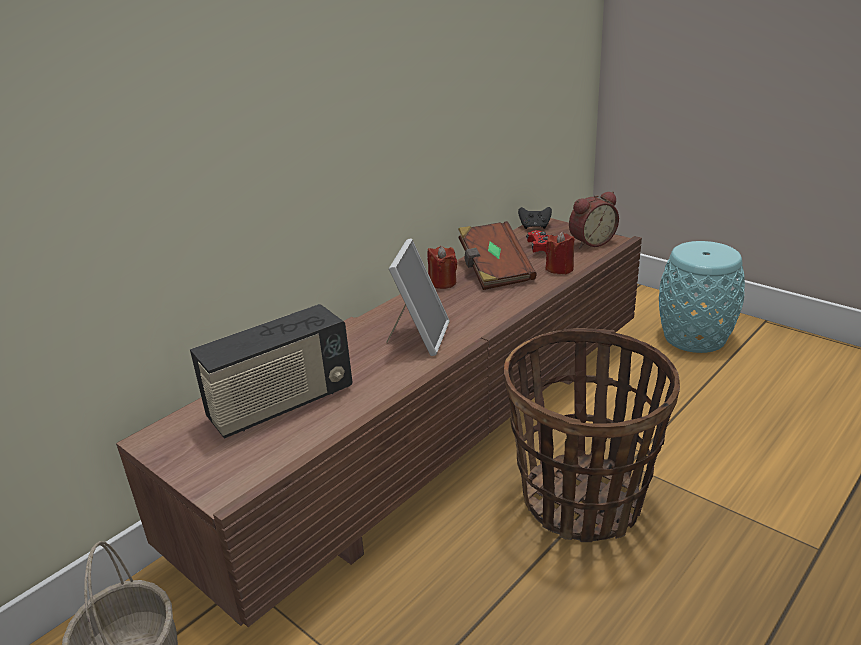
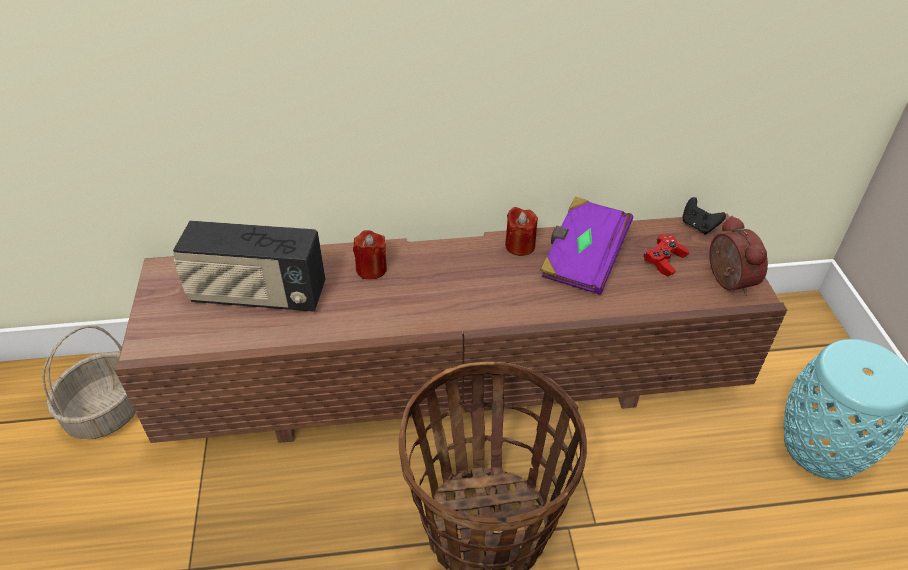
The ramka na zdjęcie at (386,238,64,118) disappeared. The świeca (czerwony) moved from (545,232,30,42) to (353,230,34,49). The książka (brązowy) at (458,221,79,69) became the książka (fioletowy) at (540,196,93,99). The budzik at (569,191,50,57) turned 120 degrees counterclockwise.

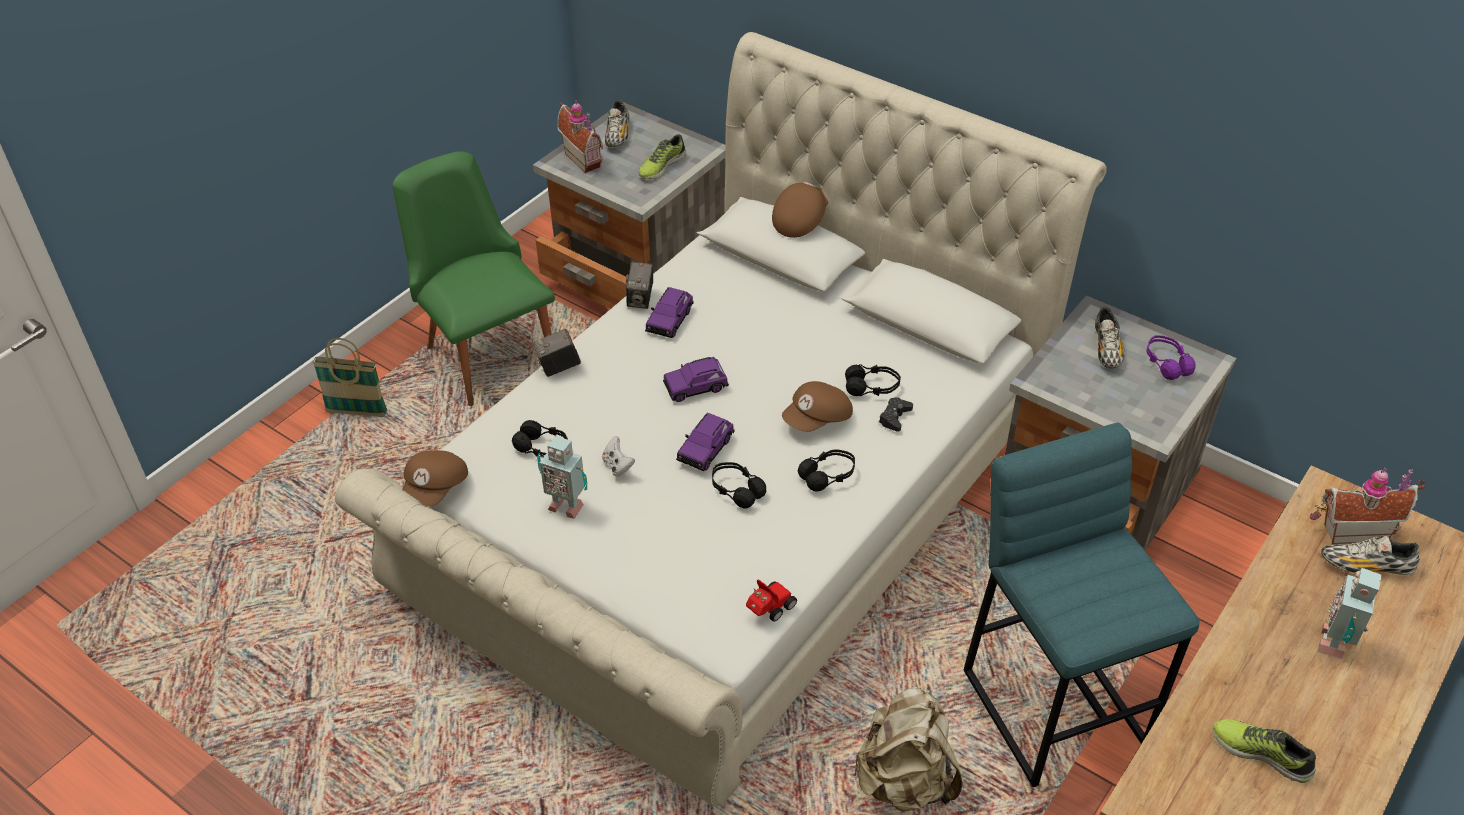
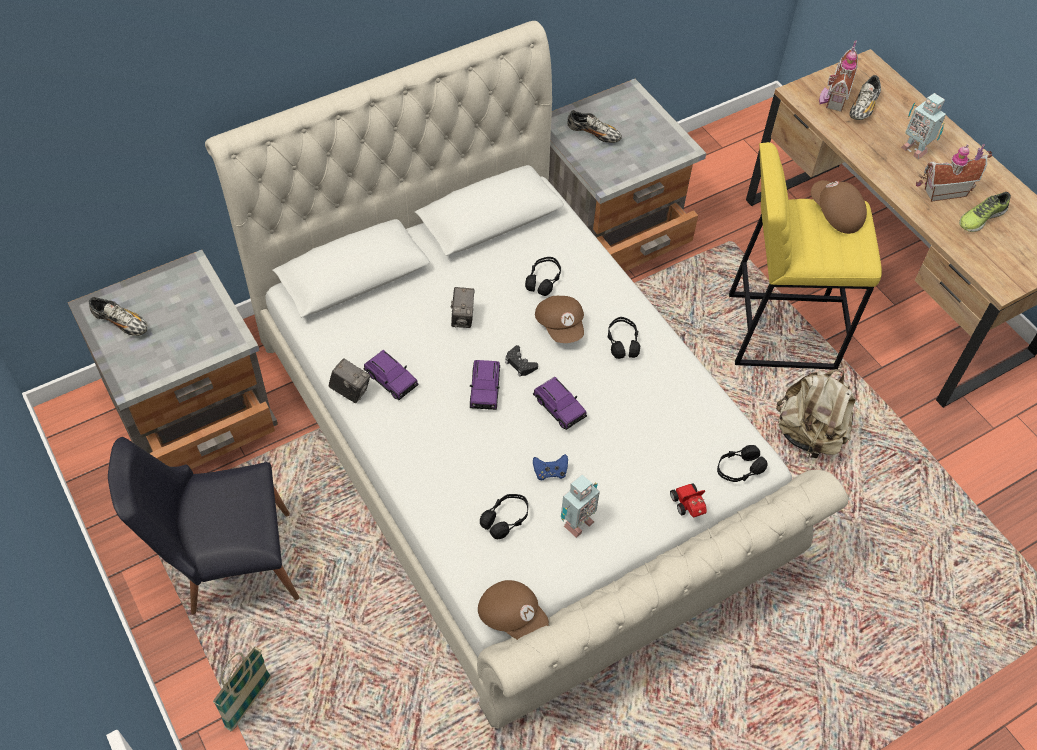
The but at (638,134,48,45) disappeared. The słuchawki (fioletowy) at (1146,335,50,45) disappeared. The aparat fotograficzny moved from (533,329,48,48) to (451,287,24,41). The domek moved from (557,100,46,73) to (916,144,76,58). The słuchawki (czarny) moved from (712,462,54,46) to (717,445,51,37). The samochodzik moved from (746,580,51,41) to (670,483,37,35). The czapka z daszkiem (brązowy) moved from (772,182,57,56) to (811,180,56,54). The pad do gier (czarny) moved from (879,397,34,35) to (505,345,33,32). The krzesło (zielony) at (392,151,163,255) became the krzesło (czarny) at (108,437,191,177). The pad do gier (biały) at (602,436,33,41) became the pad do gier (niebieski) at (533,454,35,26). The stołek (turkusowy) at (964,423,236,364) became the stołek (żółty) at (729,142,153,228).

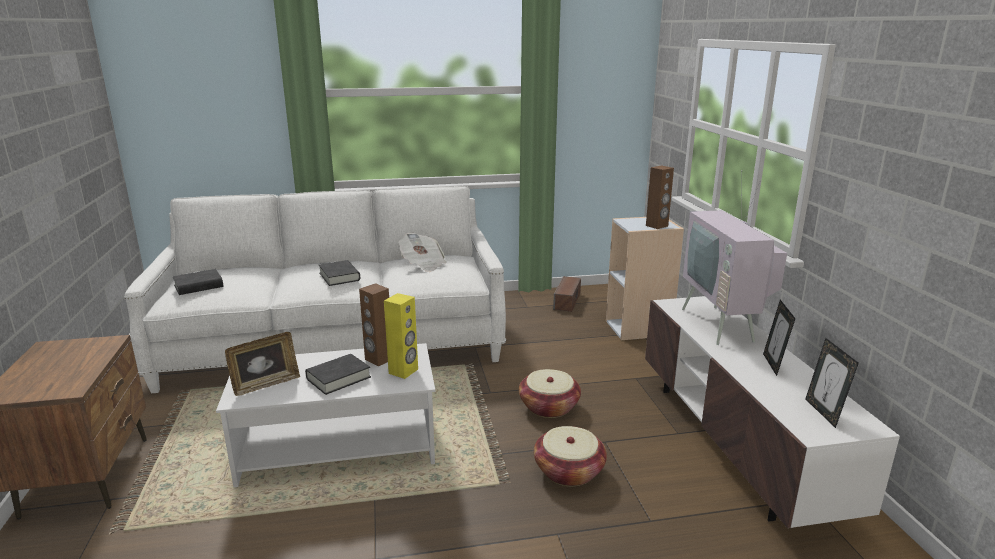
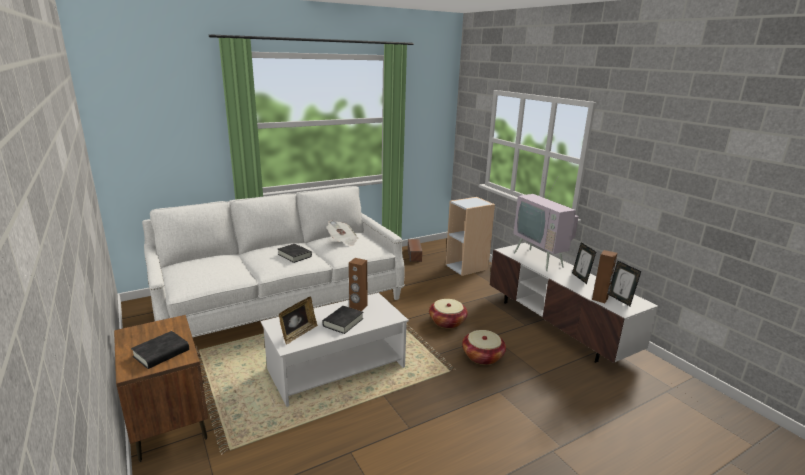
The głośnik (żółty) at (384,293,34,86) disappeared. The książka (czarny) moved from (173,269,50,26) to (131,331,58,38). The głośnik (brązowy) moved from (646,165,28,64) to (592,250,25,53).

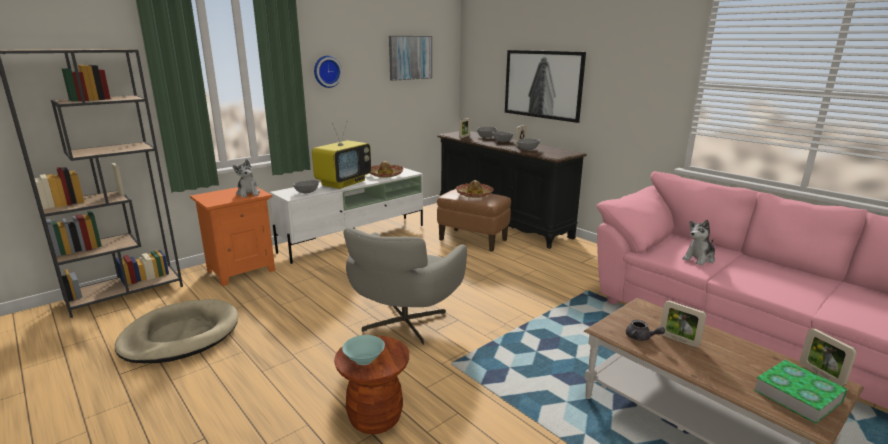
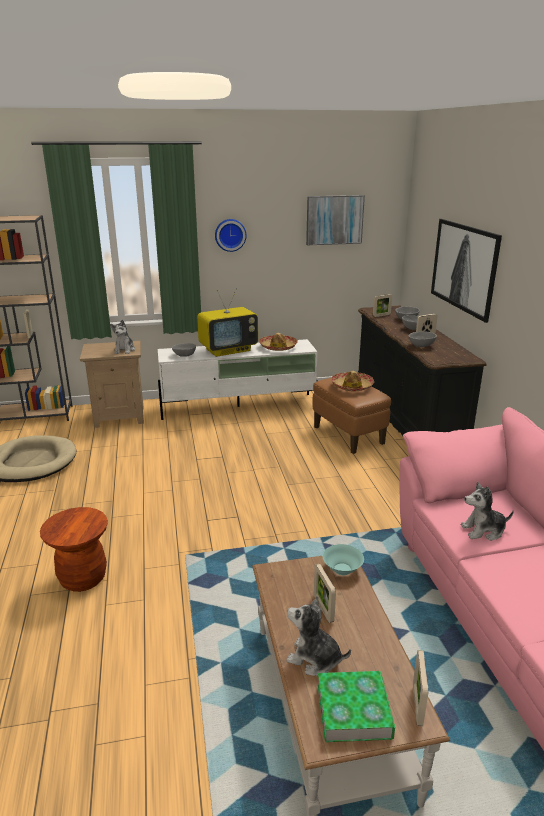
The fotel (szary) at (344,228,123,117) disappeared. The imbryk (szary) at (626,320,39,21) disappeared. The pluszak at (286,596,65,80) appeared. The miska (turkusowy) moved from (342,335,43,30) to (323,544,41,31). The szafka nocna (pomarańczowy) at (190,187,85,99) became the szafka nocna (beżowy) at (80,341,64,87).

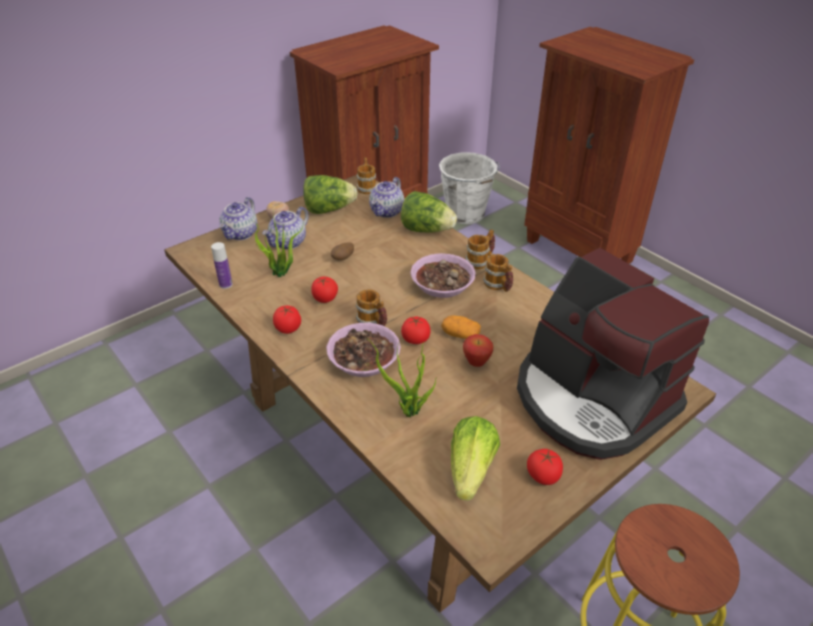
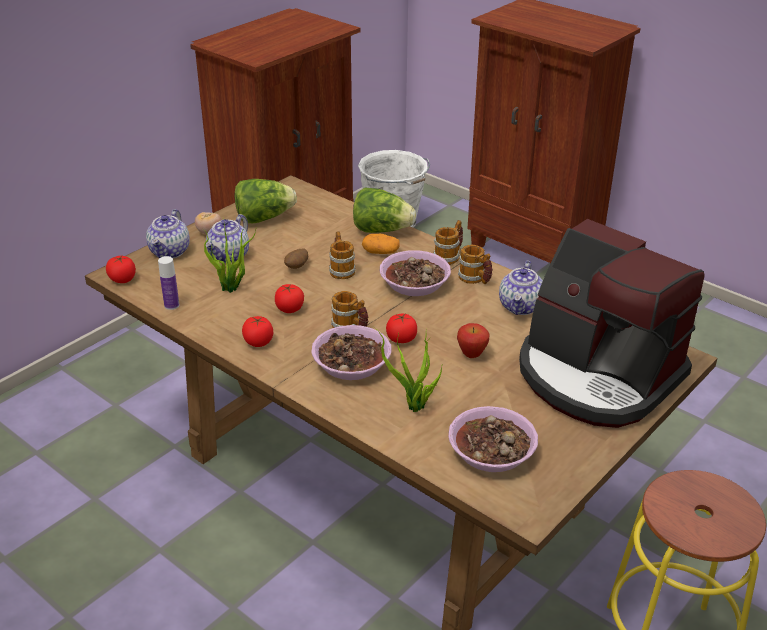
The kubek moved from (357,157,20,37) to (329,231,27,48). The imbryk moved from (369,177,35,41) to (499,261,44,54). The ziemniak moved from (441,315,40,24) to (362,234,38,20). The pomidor moved from (527,449,36,36) to (106,255,30,28). The sałata at (451,416,49,85) was replaced by the miska at (448,406,90,66).

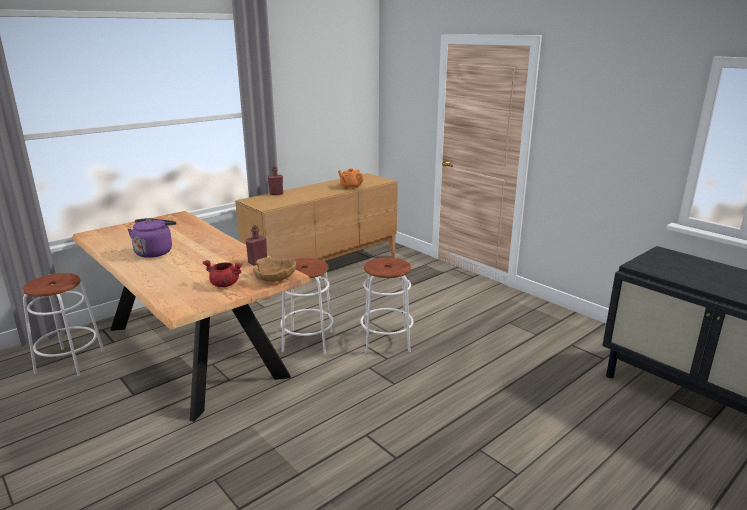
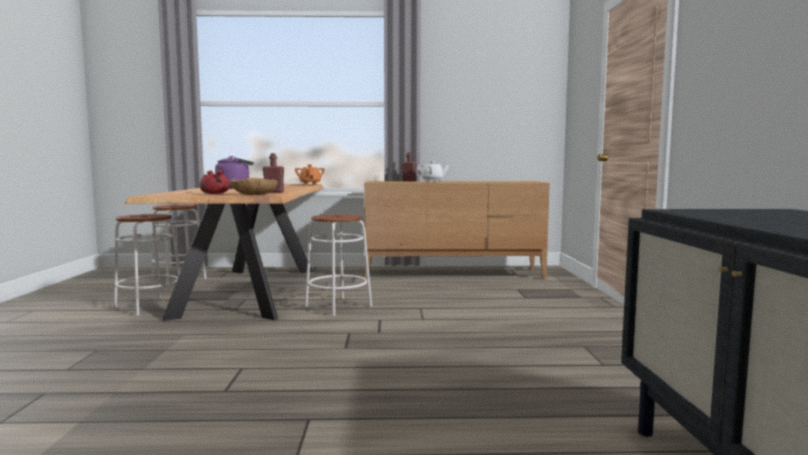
The imbryk (biały) at (416,161,33,21) appeared. The imbryk (pomarańczowy) moved from (338,168,26,22) to (295,164,30,21). The stołek (biały) moved from (360,257,54,96) to (114,214,66,102).

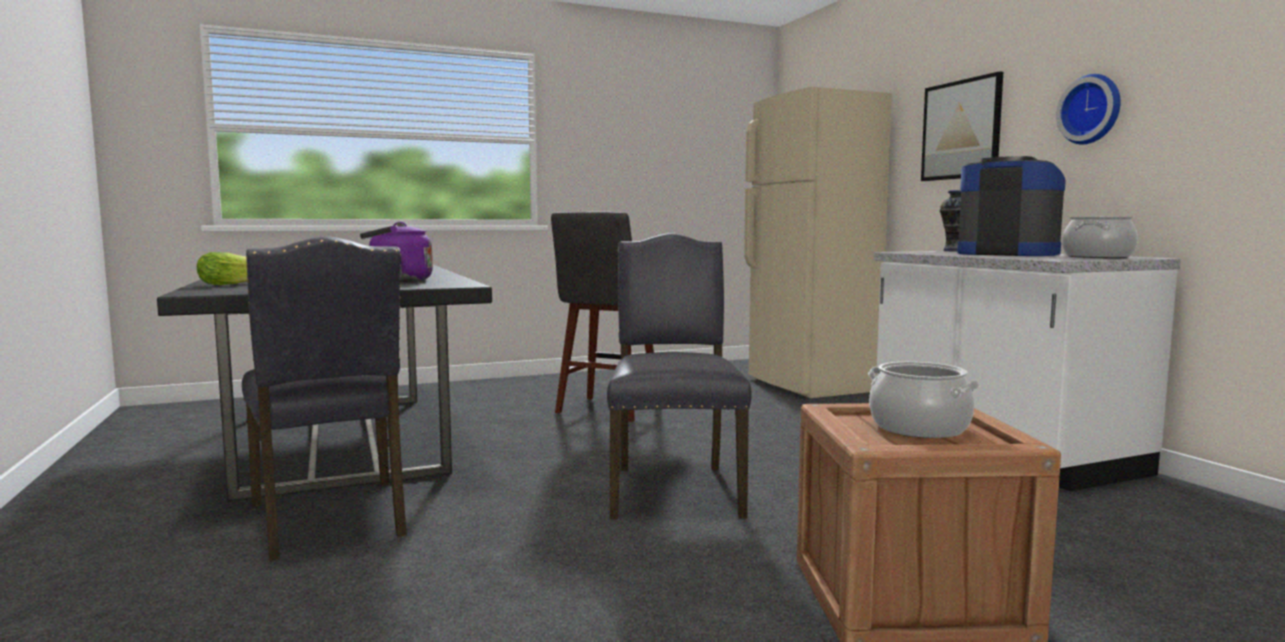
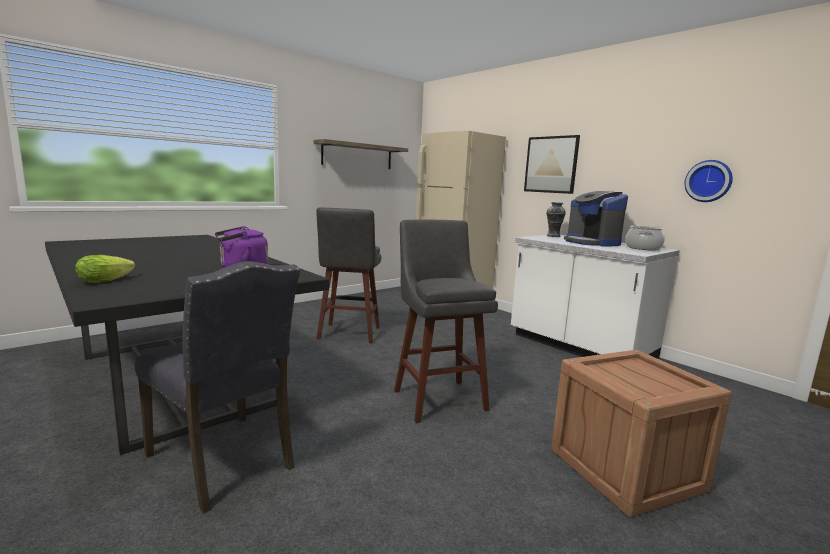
The garnek at (868,362,112,76) disappeared. The półka at (314,139,94,30) appeared. The zegar ścienny moved from (1056,74,65,71) to (685,160,48,42). The krzesło (szary) at (607,233,145,286) was replaced by the stołek (szary) at (394,220,104,203). The ekspres do kawy at (957,156,109,100) turned 135 degrees counterclockwise.

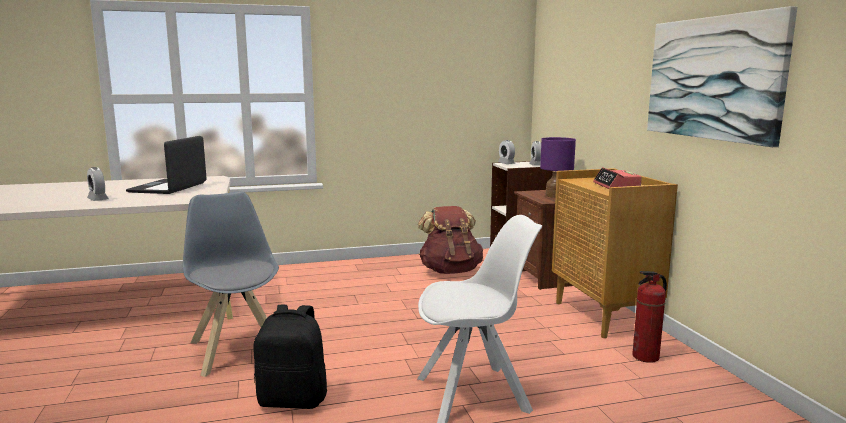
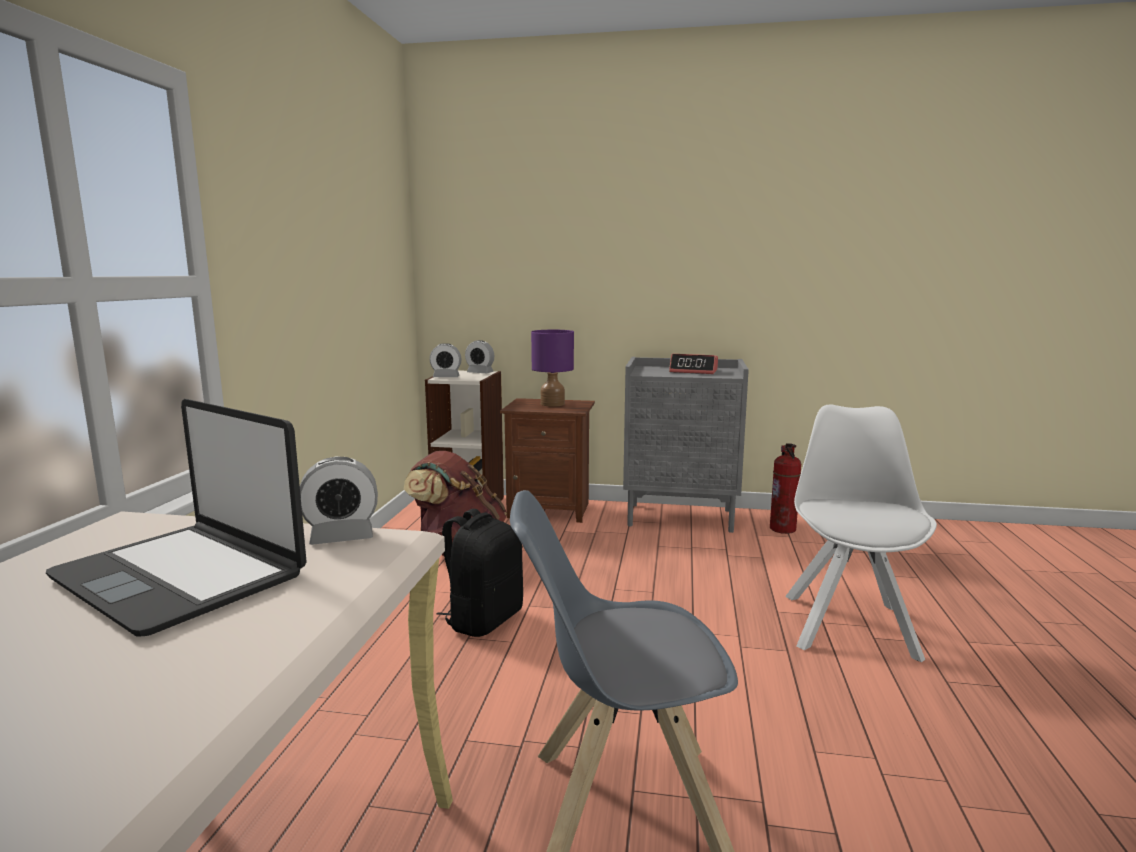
The obraz at (647,6,150,141) disappeared. The budzik moved from (87,167,22,34) to (300,456,78,89). The plecak (czarny) moved from (254,305,73,104) to (437,509,86,128). The szafka (brązowy) at (552,168,126,170) became the szafka (szary) at (623,357,126,176).

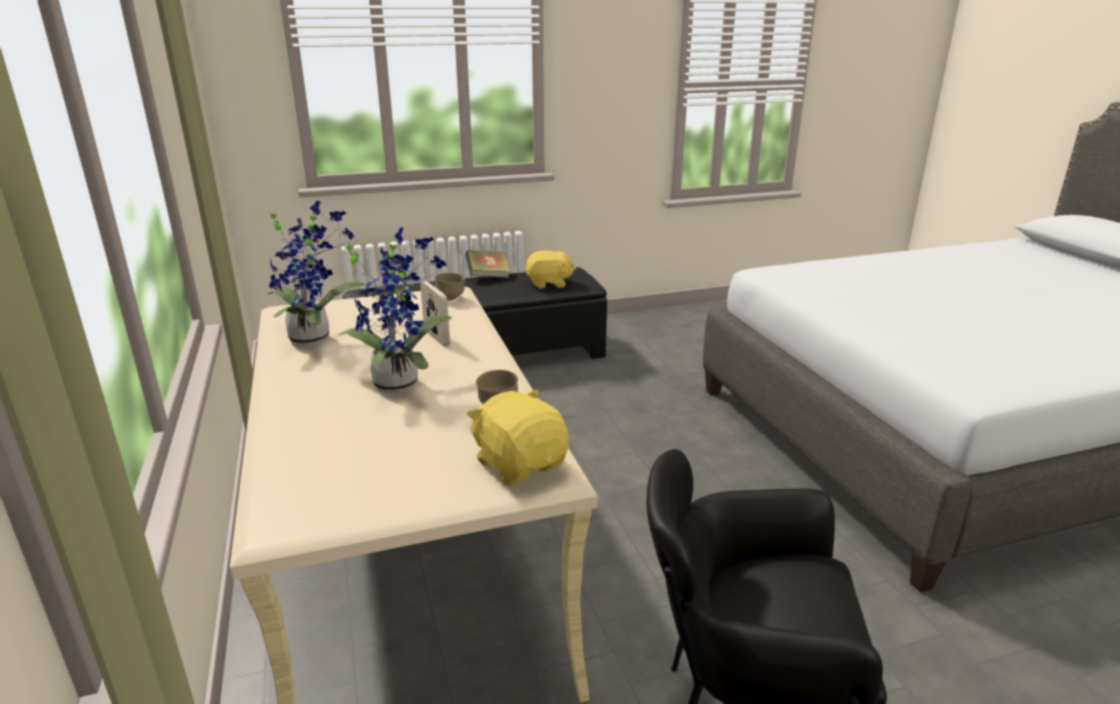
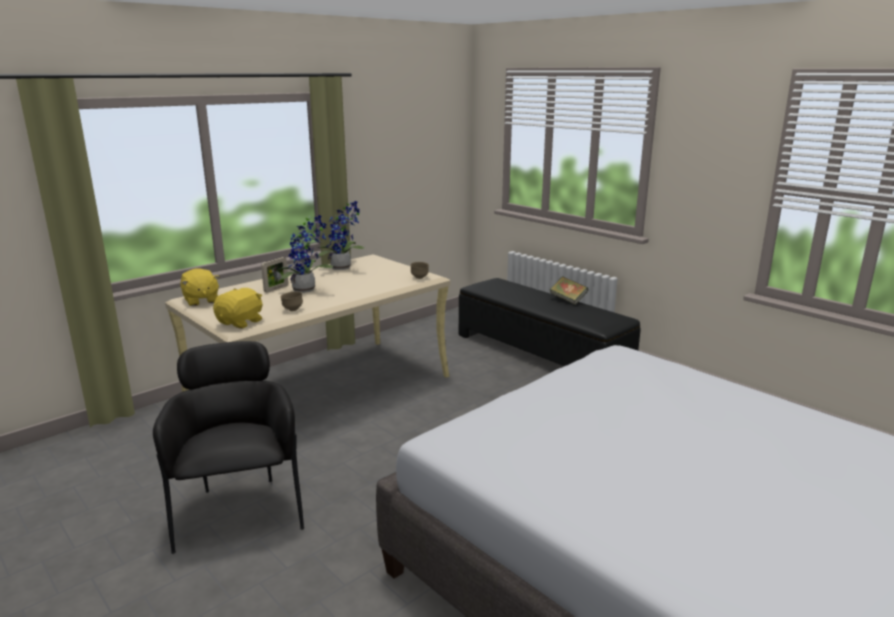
The ramka na zdjęcie moved from (420,281,30,65) to (261,257,27,36). The pluszak (żółty) moved from (525,250,51,39) to (180,268,40,38).

